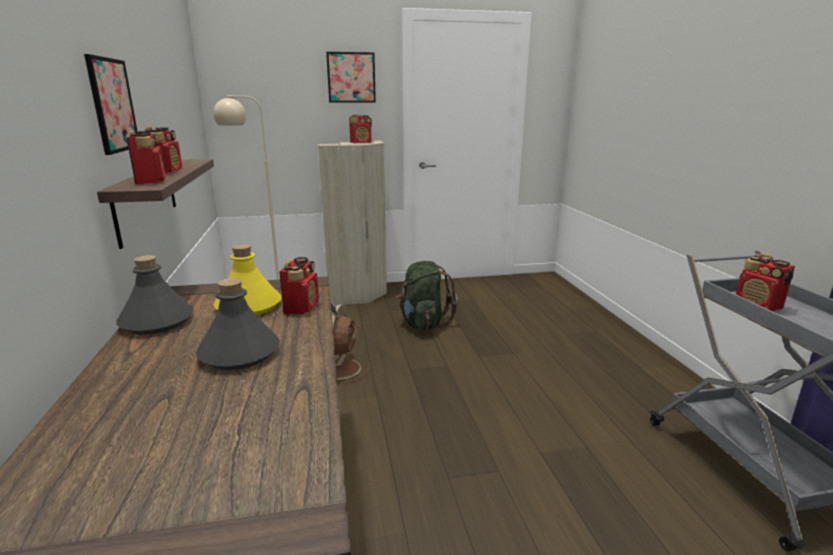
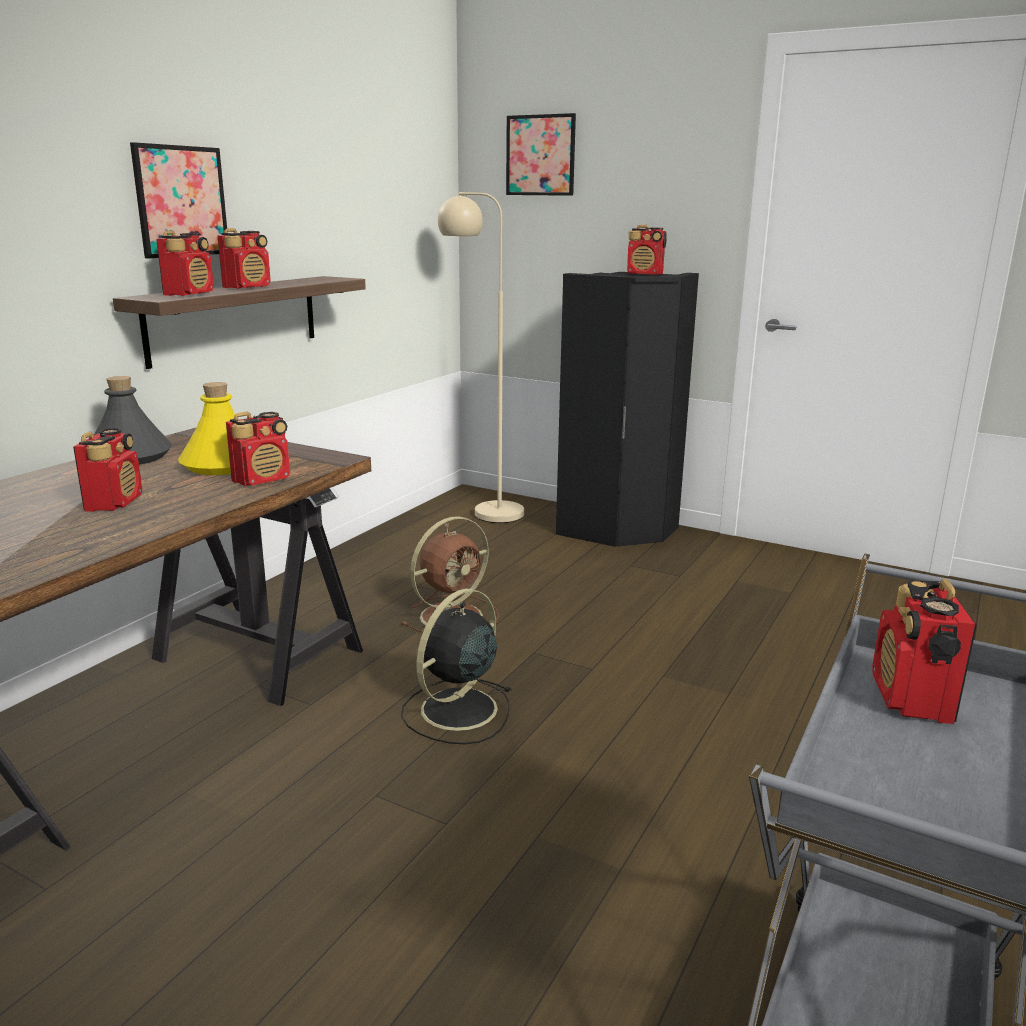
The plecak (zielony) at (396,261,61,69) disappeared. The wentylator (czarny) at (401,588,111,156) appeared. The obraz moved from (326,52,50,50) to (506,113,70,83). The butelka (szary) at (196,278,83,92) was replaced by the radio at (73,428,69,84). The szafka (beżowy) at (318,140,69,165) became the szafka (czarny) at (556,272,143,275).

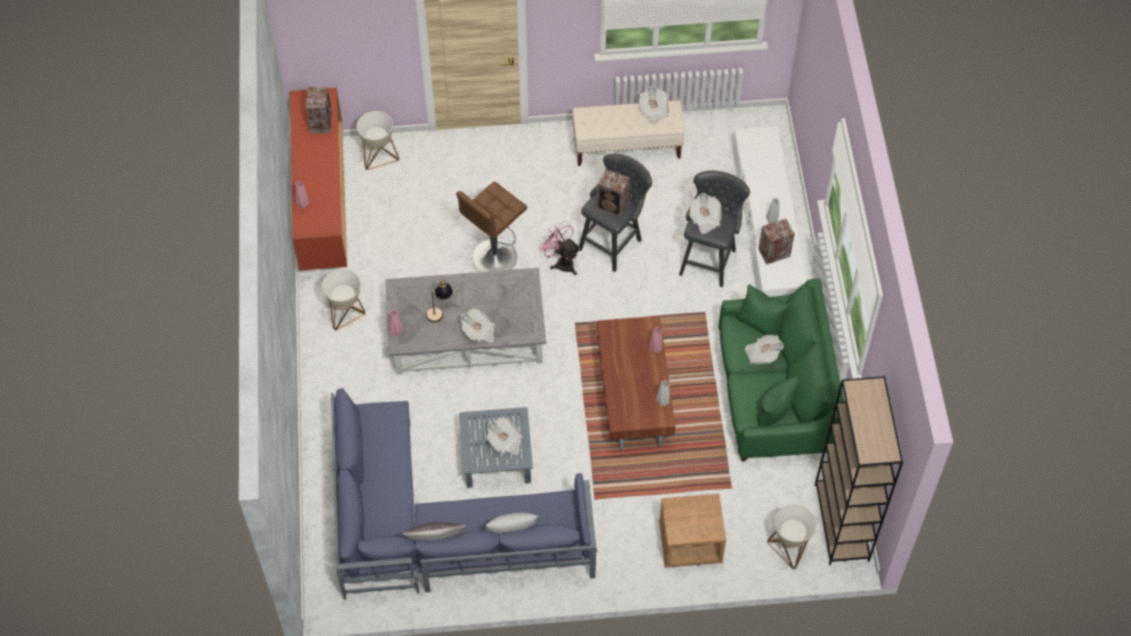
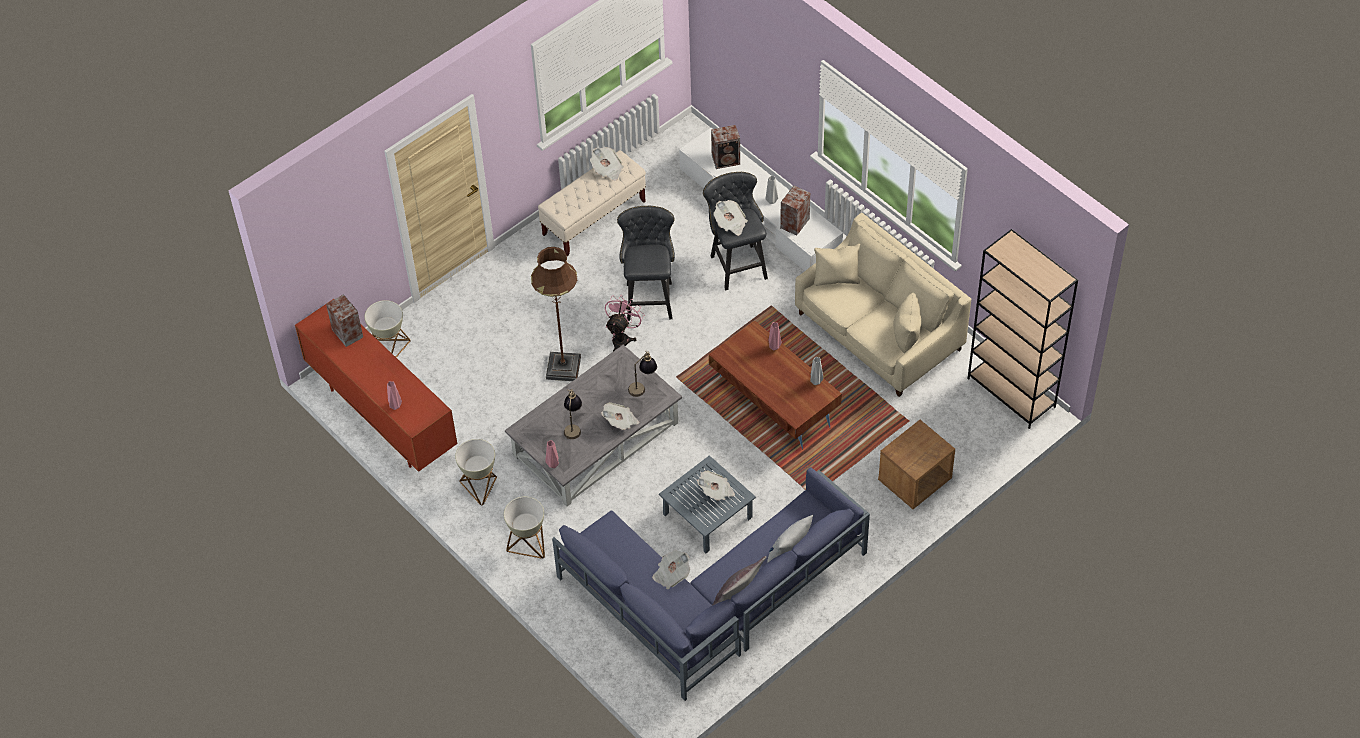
The lampa stołowa at (628,351,29,46) appeared. The głośnik moved from (597,169,33,48) to (711,125,29,44). The gazeta moved from (745,335,38,29) to (652,550,38,39). The donica moved from (767,504,49,65) to (504,497,41,62). The stołek (brązowy) at (456,182,71,90) was replaced by the lampa stojąca (brązowy) at (531,247,50,134). The kanapa (zielony) at (718,278,126,183) became the kanapa (beżowy) at (795,213,176,184). The wentylator (różowy) at (539,221,41,54) turned 105 degrees clockwise.

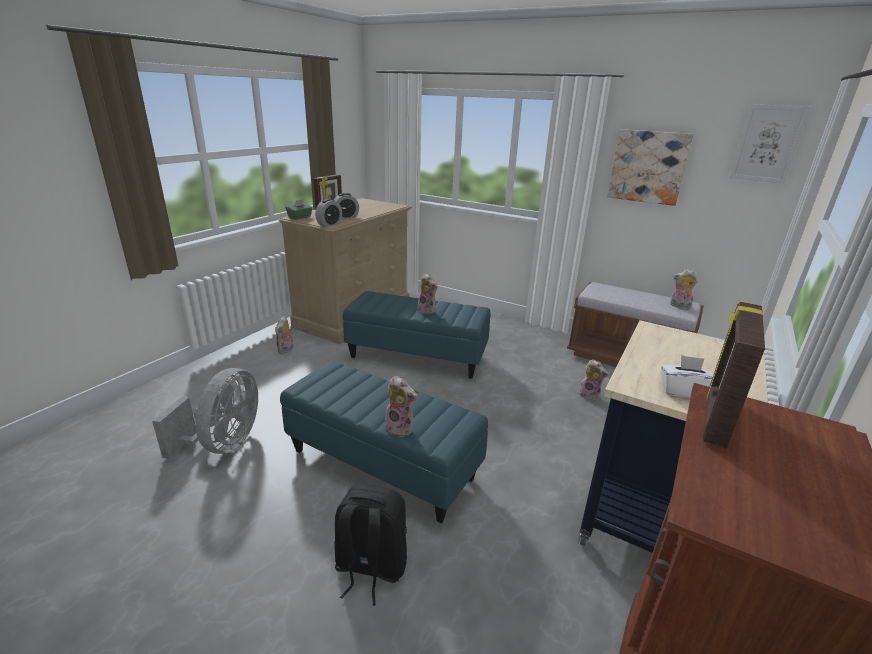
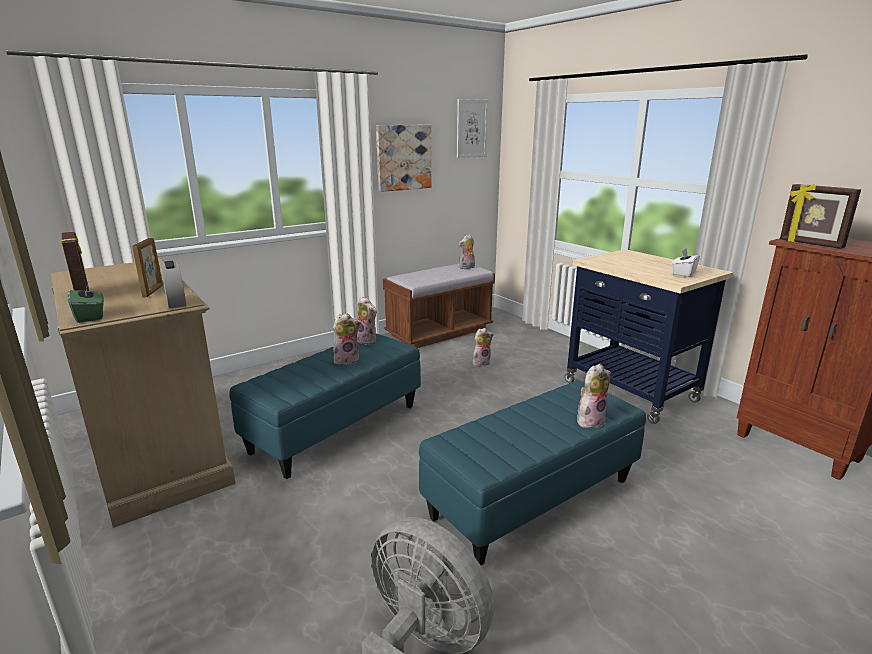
The plecak (czarny) at (334,484,73,122) disappeared. The pluszak moved from (275,316,18,38) to (357,297,20,48). The budzik at (334,193,25,26) was replaced by the ramka na zdjęcie at (132,238,31,59).

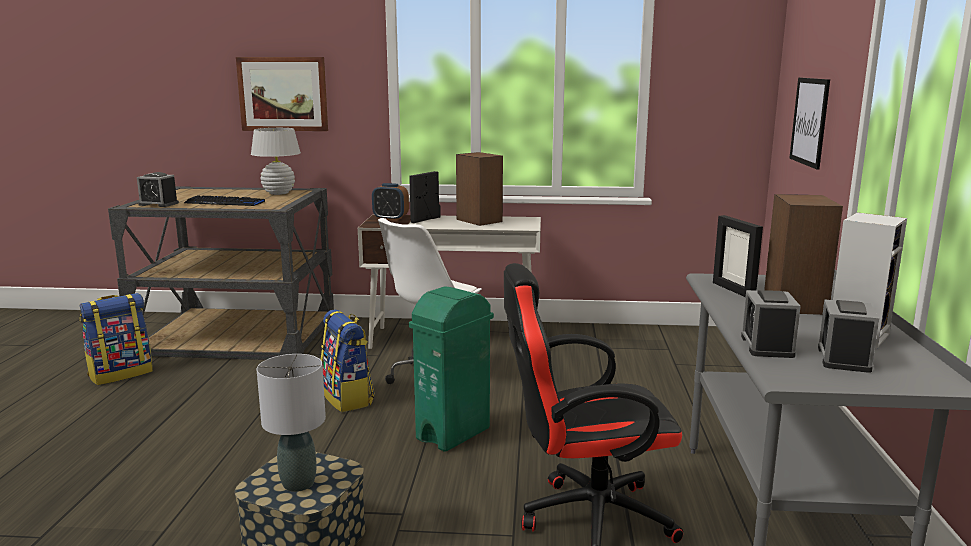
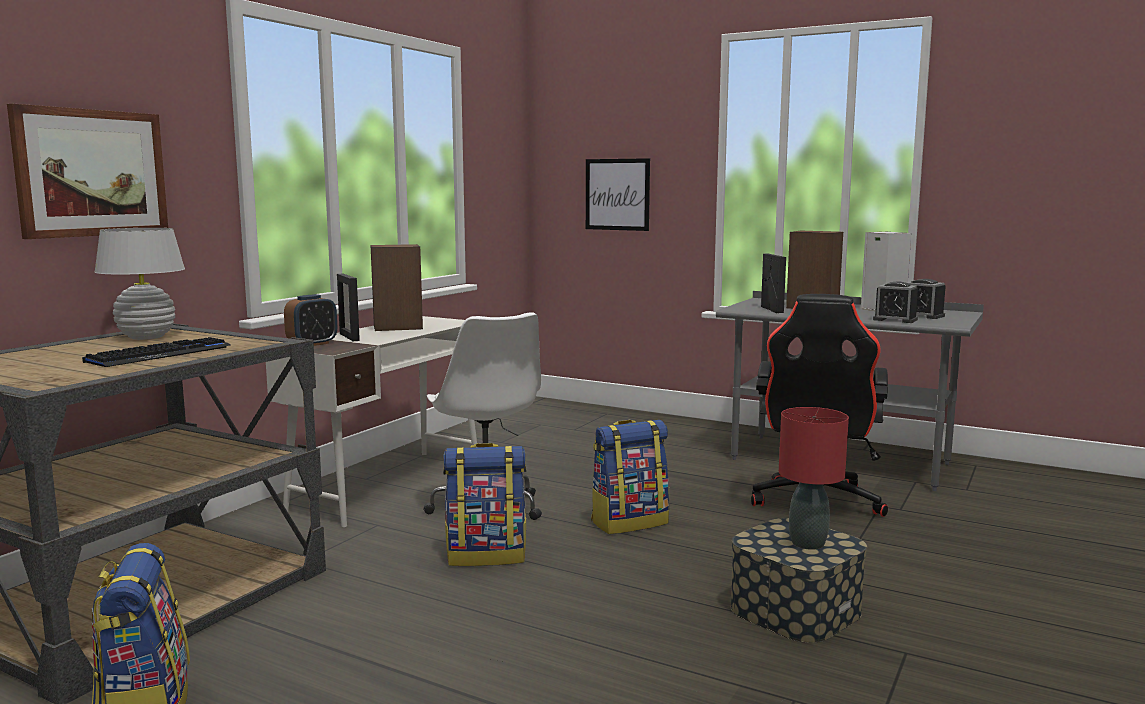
The budzik at (137,172,42,35) disappeared. The kosz na śmieci (zielony) at (409,286,85,166) was replaced by the plecak at (591,420,78,114). The lampa stołowa (szary) at (257,354,69,138) became the lampa stołowa (czerwony) at (779,407,70,143). The ramka na zdjęcie at (713,215,50,82) turned 105 degrees counterclockwise.

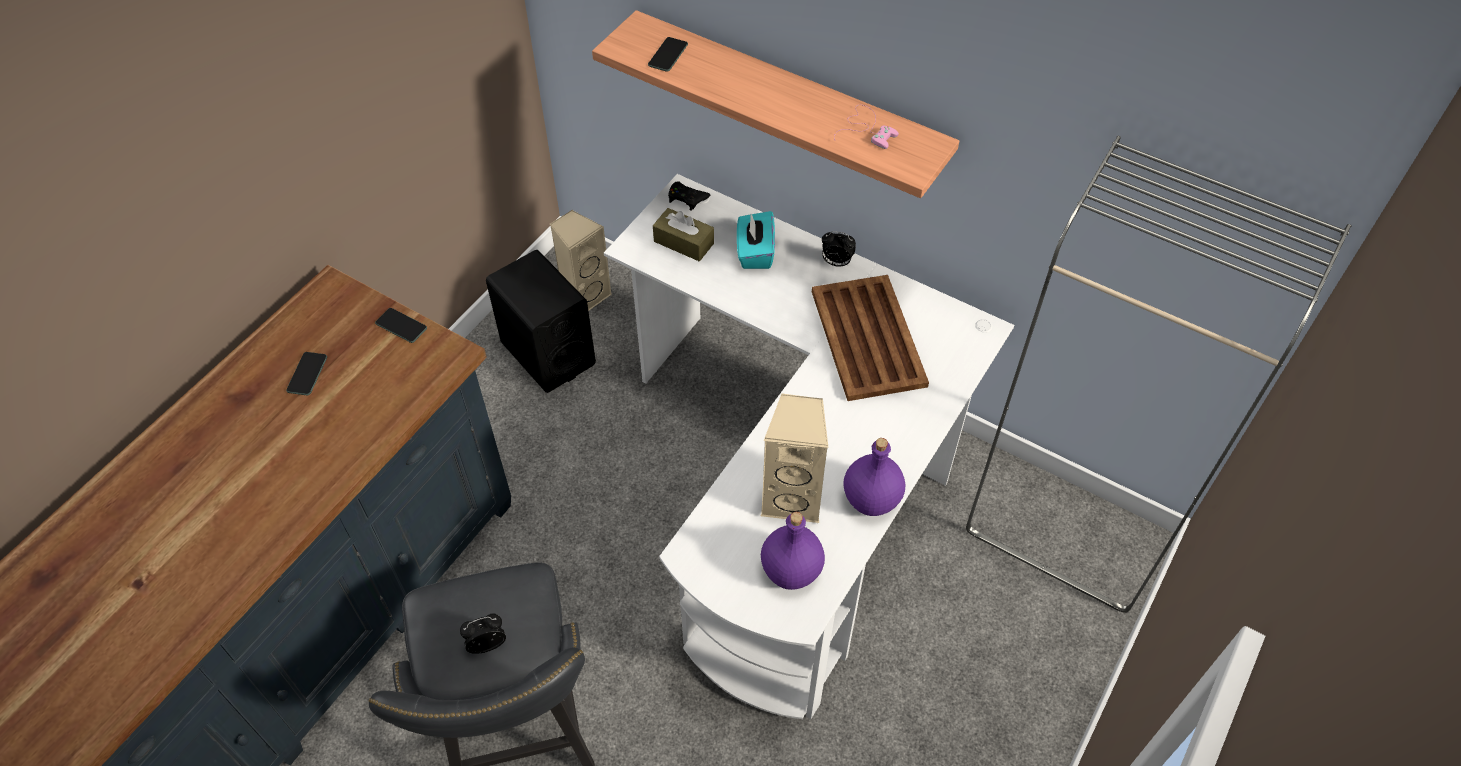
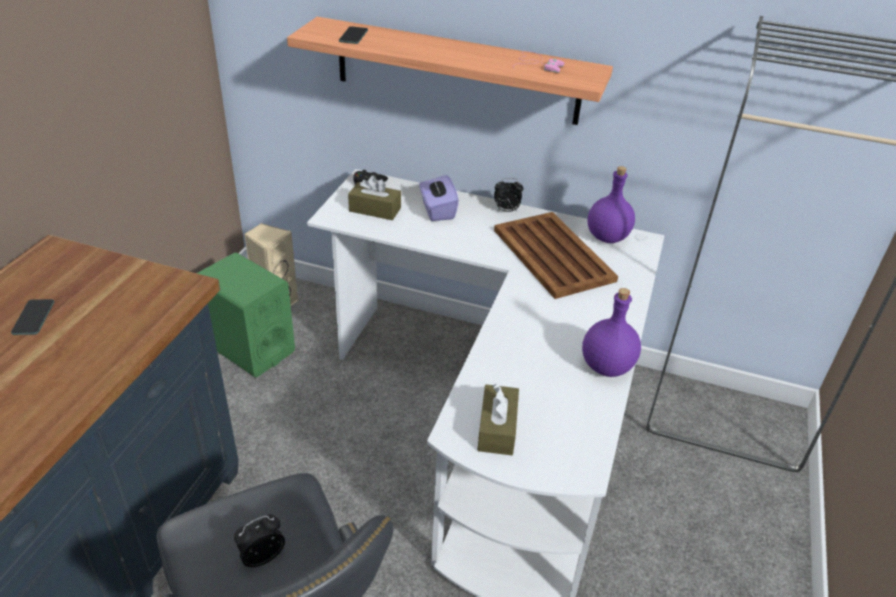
The telefon at (375,308,52,35) disappeared. The głośnik (beżowy) at (761,393,67,130) disappeared. The pudełko chusteczek (brązowy) at (477,384,42,71) appeared. The butelka (fioletowy) moved from (761,512,64,78) to (587,166,48,77). The głośnik (czarny) at (486,250,110,143) became the głośnik (zielony) at (197,252,98,125). The pudełko chusteczek (turkusowy) at (737,211,38,58) became the pudełko chusteczek (fioletowy) at (419,172,40,49).

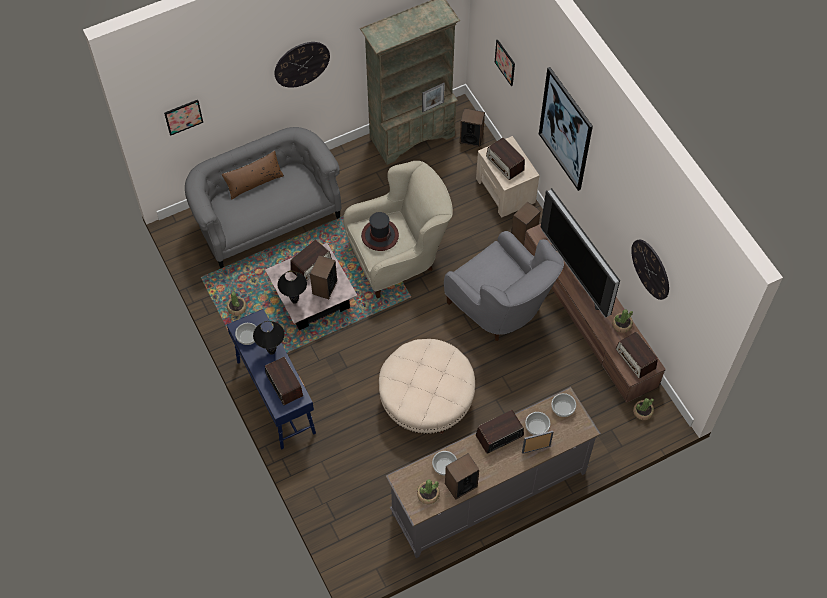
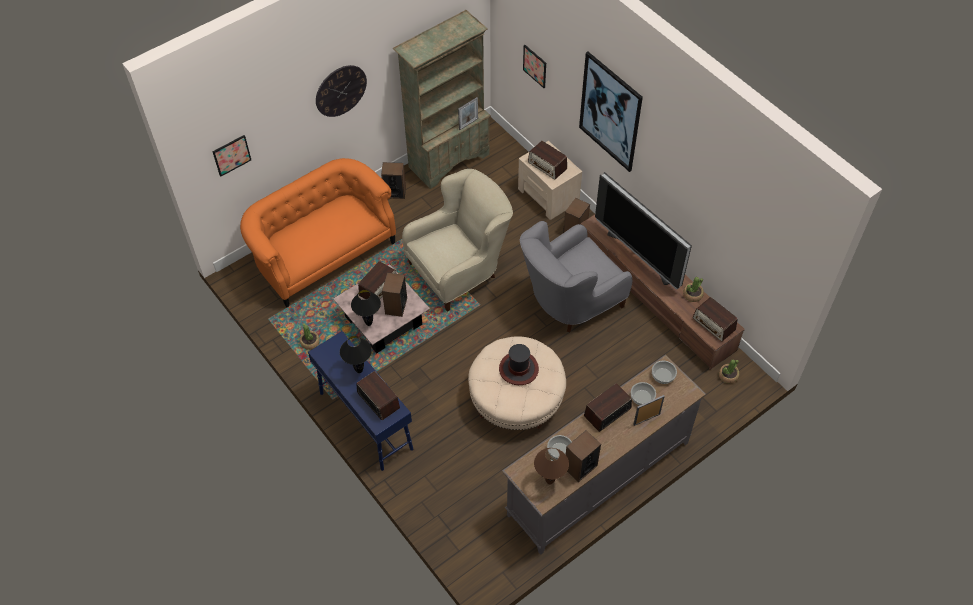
The poduszka (brązowy) at (222,150,62,50) disappeared. The miska at (235,323,22,22) disappeared. The zegar ścienny at (631,239,38,61) disappeared. The kapelusz moved from (361,212,38,39) to (499,344,40,41). The głośnik moved from (460,108,25,39) to (381,162,25,37). The roślina doniczkowa at (417,480,23,24) was replaced by the lampa stołowa (brązowy) at (534,448,35,36). The kanapa (szary) at (185,127,156,141) became the kanapa (pomarańczowy) at (240,158,156,149). The fotel (szary) at (444,231,120,110) turned 105 degrees clockwise.

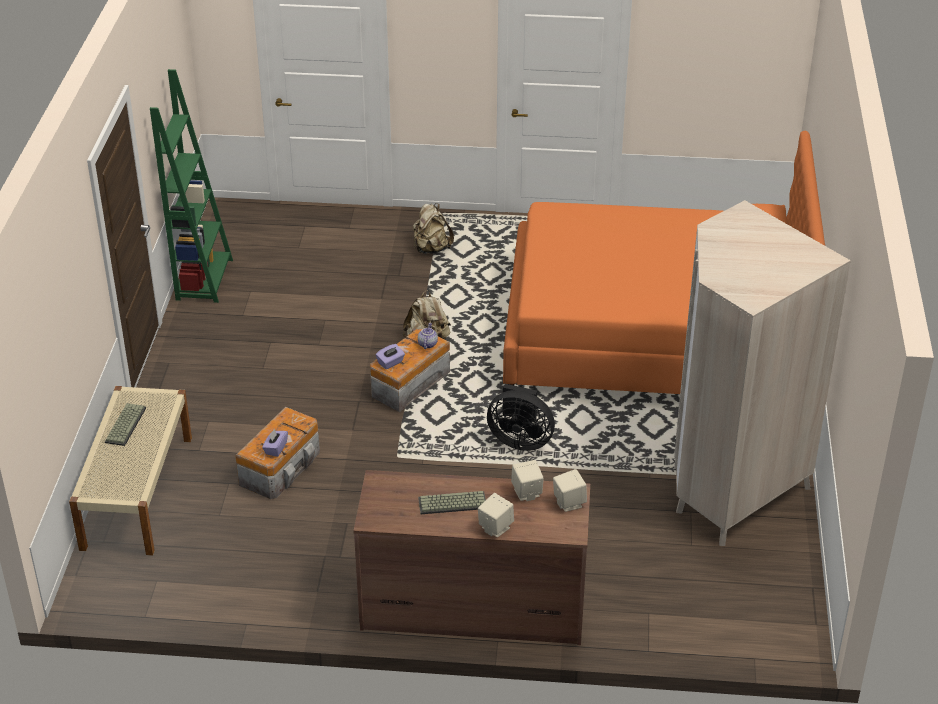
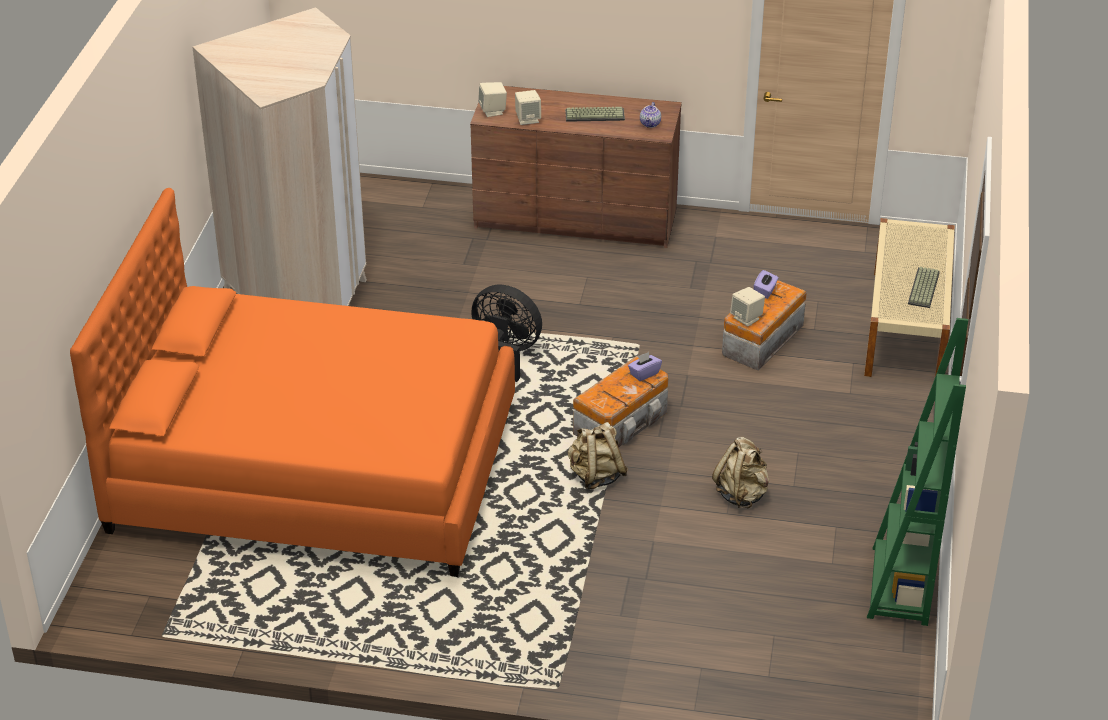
The plecak (beżowy) moved from (413,203,41,51) to (712,437,57,71). The imbryk moved from (418,323,20,26) to (640,102,21,26). The głośnik (beżowy) moved from (478,493,36,44) to (730,287,35,39).

